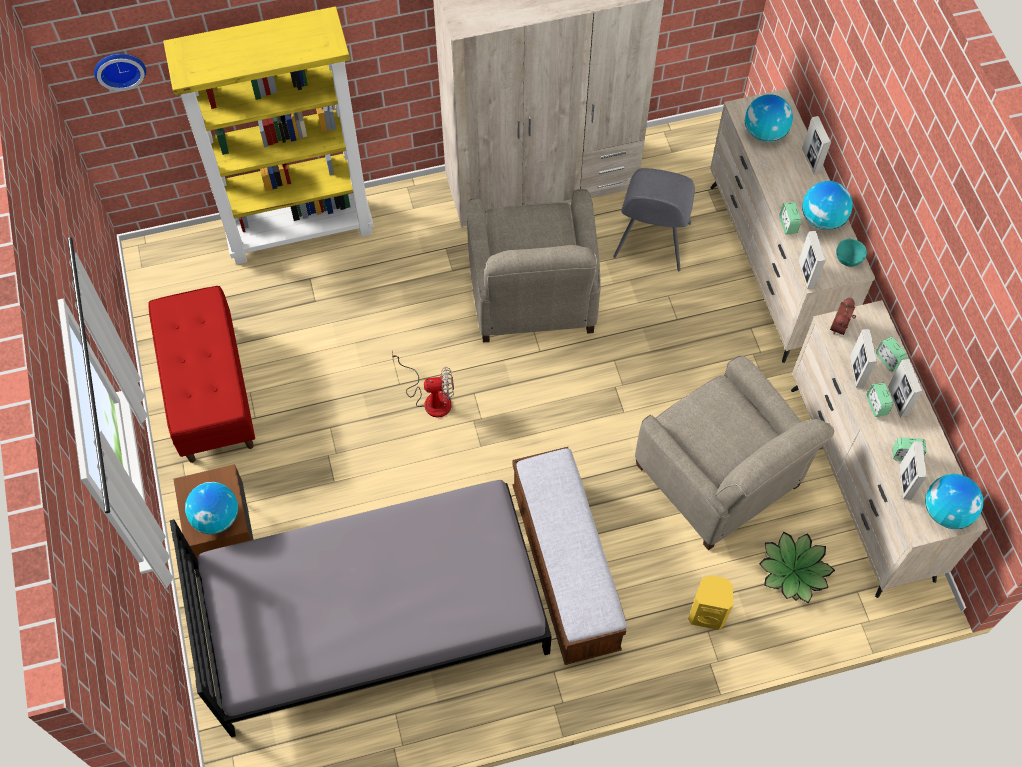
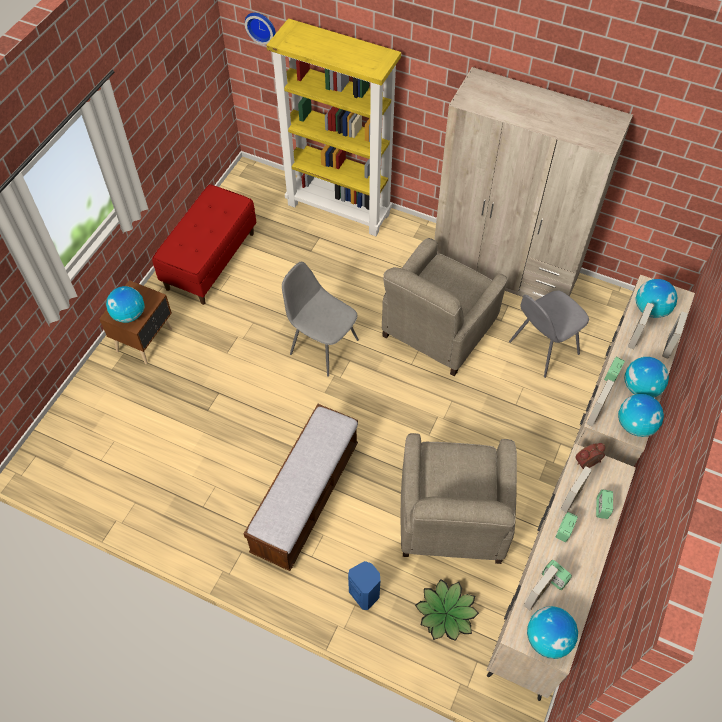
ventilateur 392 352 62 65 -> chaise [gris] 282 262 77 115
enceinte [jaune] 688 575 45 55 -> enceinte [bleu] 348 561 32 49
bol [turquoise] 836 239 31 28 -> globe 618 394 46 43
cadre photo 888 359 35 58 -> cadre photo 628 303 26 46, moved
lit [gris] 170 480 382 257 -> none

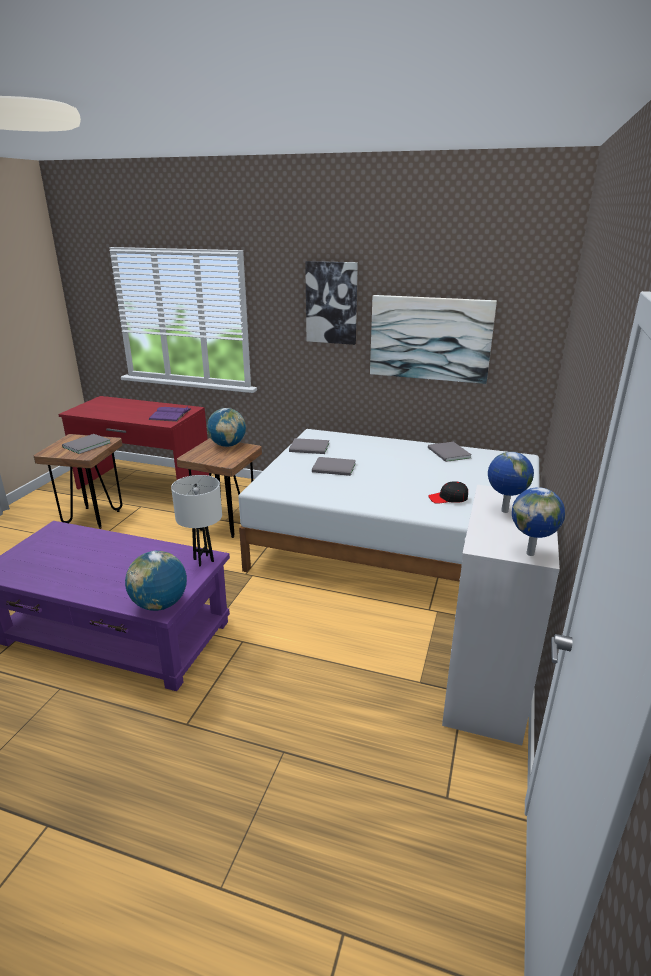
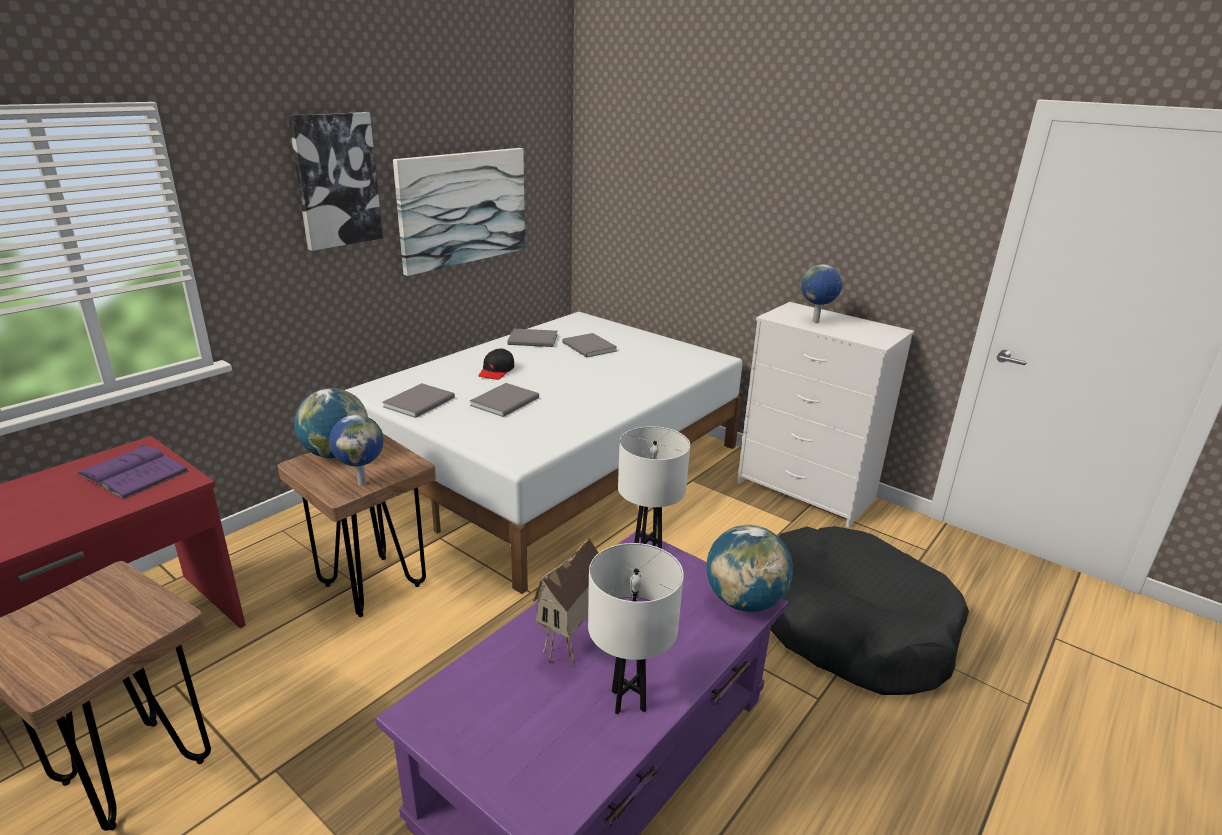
globe 512 487 53 69 -> globe 329 415 54 71, moved
casquette [noir] 429 482 39 22 -> casquette [noir] 478 348 36 32, moved
none -> maison miniature 533 537 66 129
livre [gris] 62 434 48 20 -> livre [gris] 562 333 55 25, moved
none -> lampe de table [blanc] 588 543 96 171
none -> panier pour chien [noir] 771 526 198 169

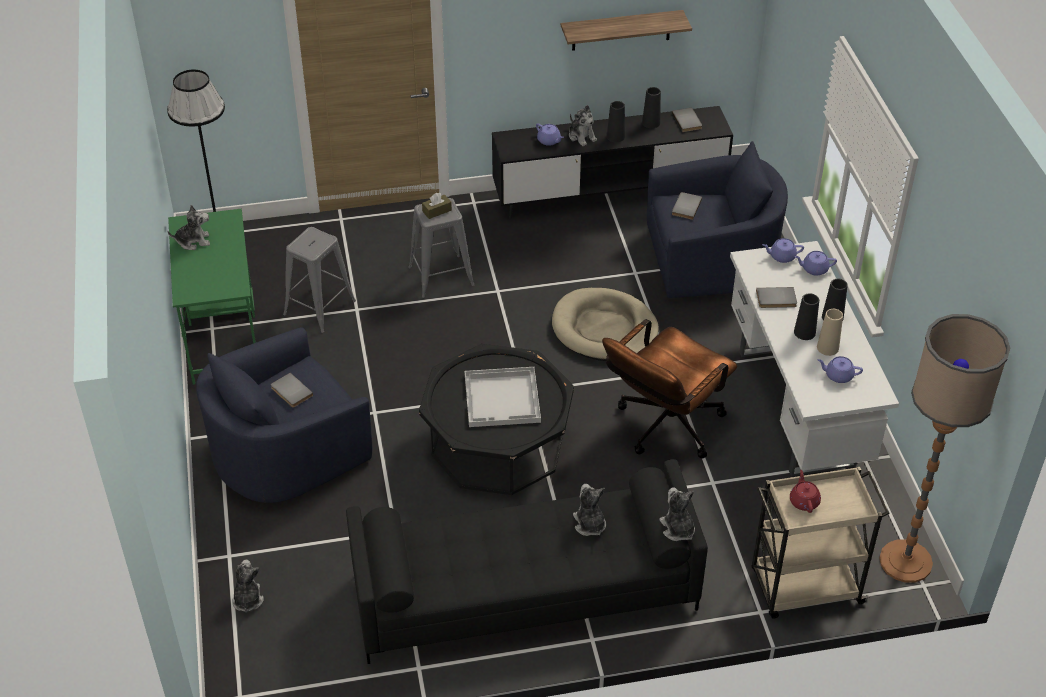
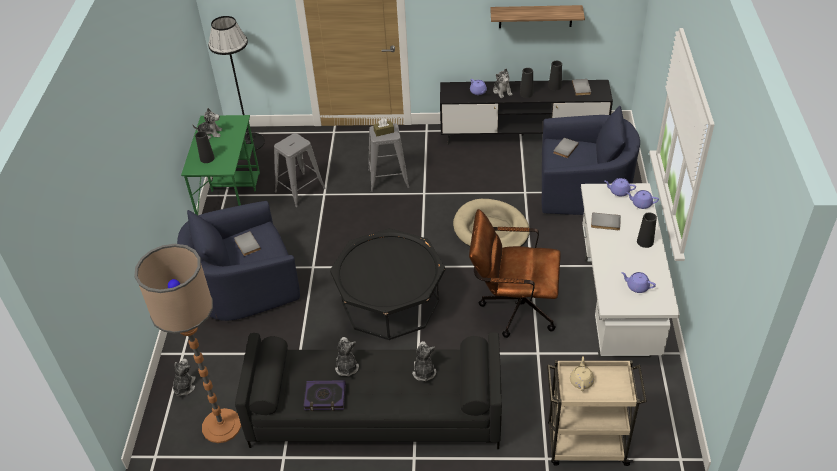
lampadaire 879 314 131 269 -> lampadaire 134 244 107 199, moved
vase [noir] 794 293 25 47 -> vase [noir] 195 131 20 32, moved
none -> livre 303 380 43 31
peluche 659 487 36 54 -> peluche 335 337 24 40, moved
chaise de bureau [marron] 602 319 135 139 -> chaise de bureau [marron] 469 209 92 129, 45 degrees clockwise
théière [rouge] 790 470 31 43 -> théière [beige] 570 356 24 35
plateau [blanc] 465 367 76 60 -> none
vase [beige] 817 309 26 47 -> none

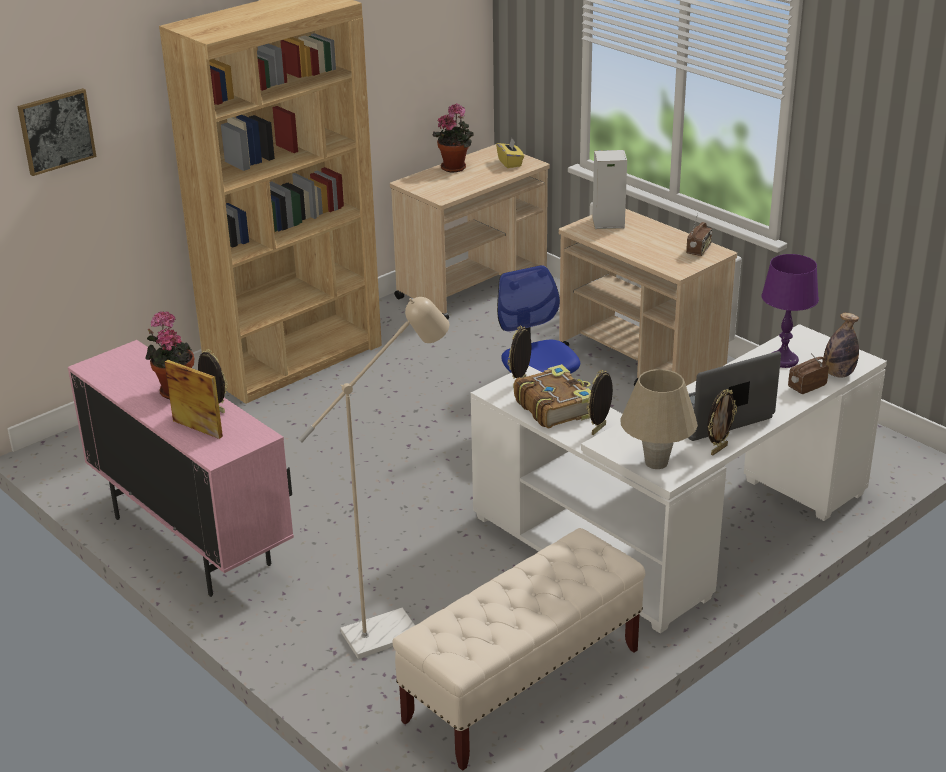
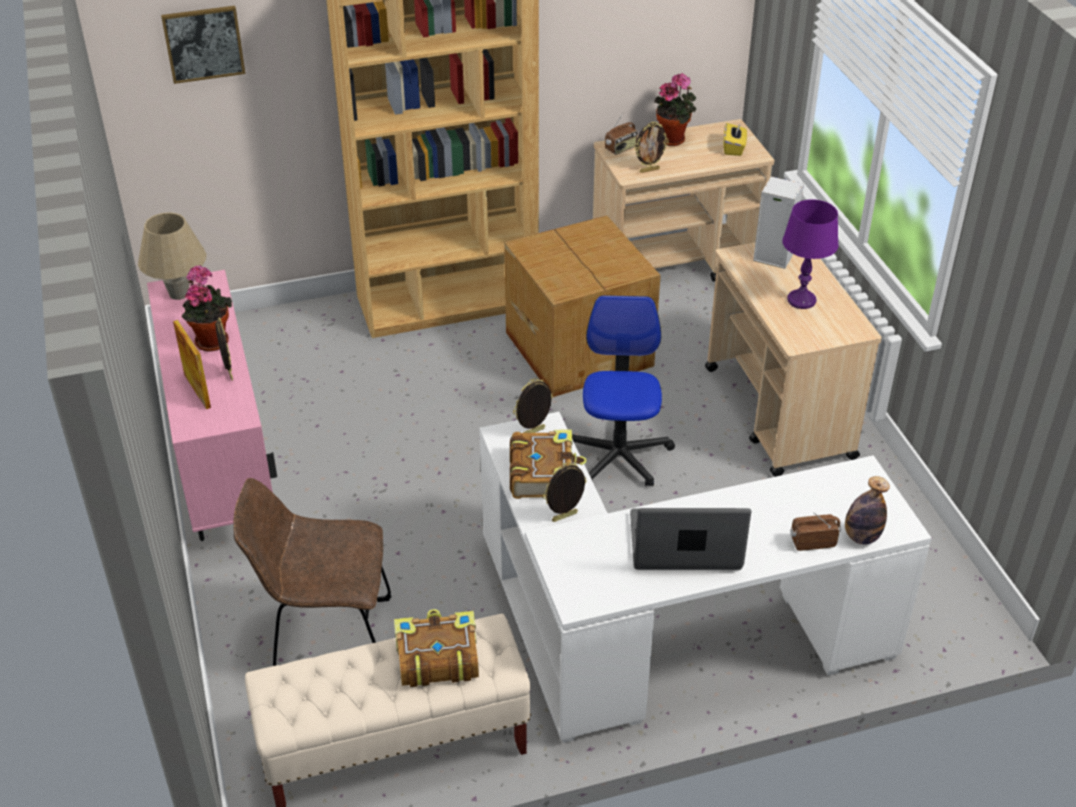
lampe de table [beige] 620 369 78 100 -> lampe de table [beige] 138 212 68 88, moved
lampadaire [beige] 298 297 151 362 -> chaise [marron] 234 478 157 188
none -> livre 394 609 85 78
none -> carton 504 215 157 182
radio 686 213 26 43 -> radio 605 114 33 41, moved
cadre photo 708 389 29 67 -> cadre photo 634 122 35 51, moved
lampe de table [violet] 762 254 57 114 -> lampe de table [violet] 782 199 57 110, moved

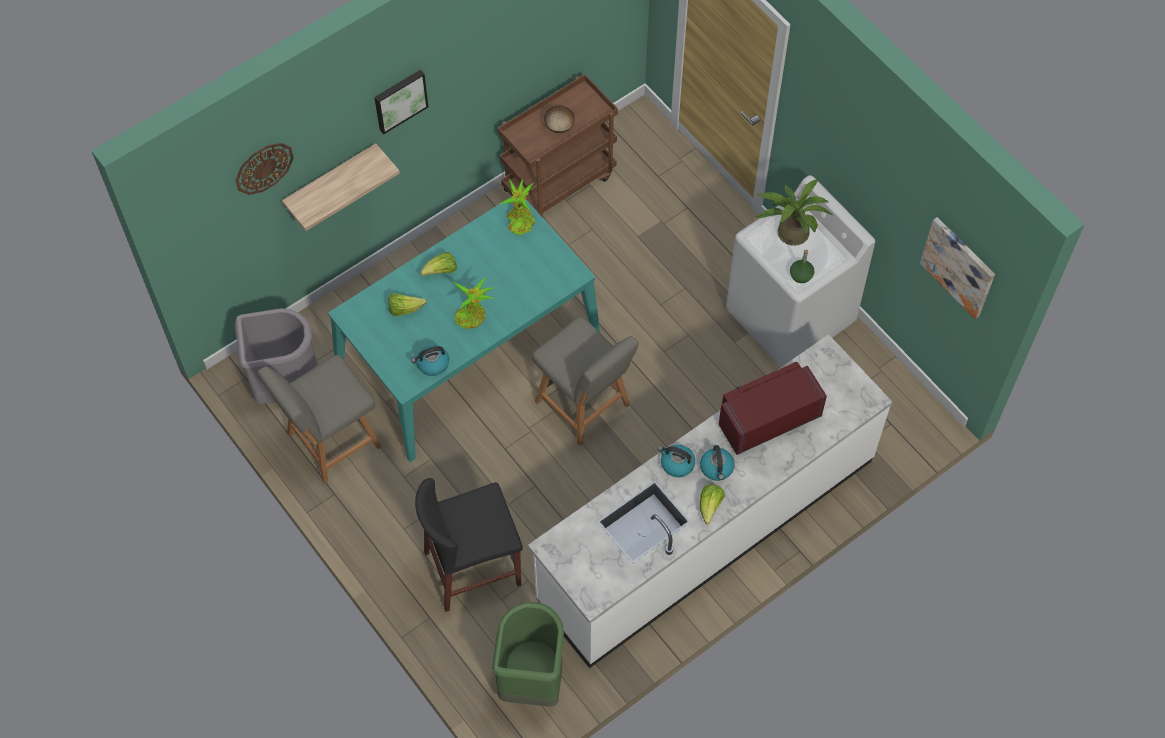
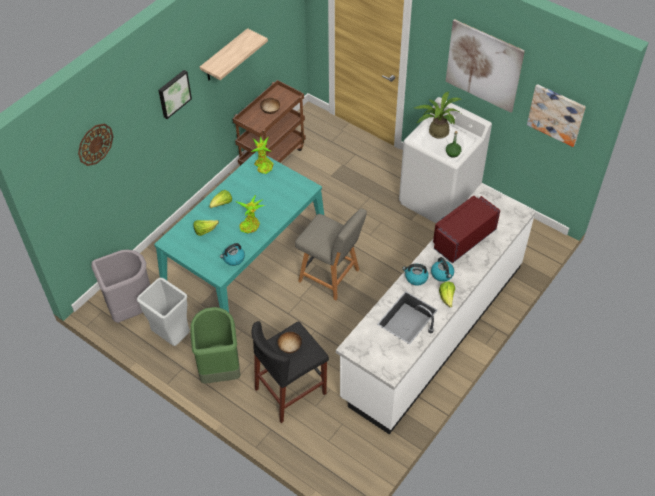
chaise [gris] 258 355 124 128 -> poubelle [gris] 137 278 53 68
poubelle [vert] 492 602 72 105 -> poubelle [vert] 190 307 50 77, moved
étagère 282 143 118 88 -> étagère 200 28 68 52, moved
none -> bol 277 332 25 21
none -> tableau 445 19 80 94

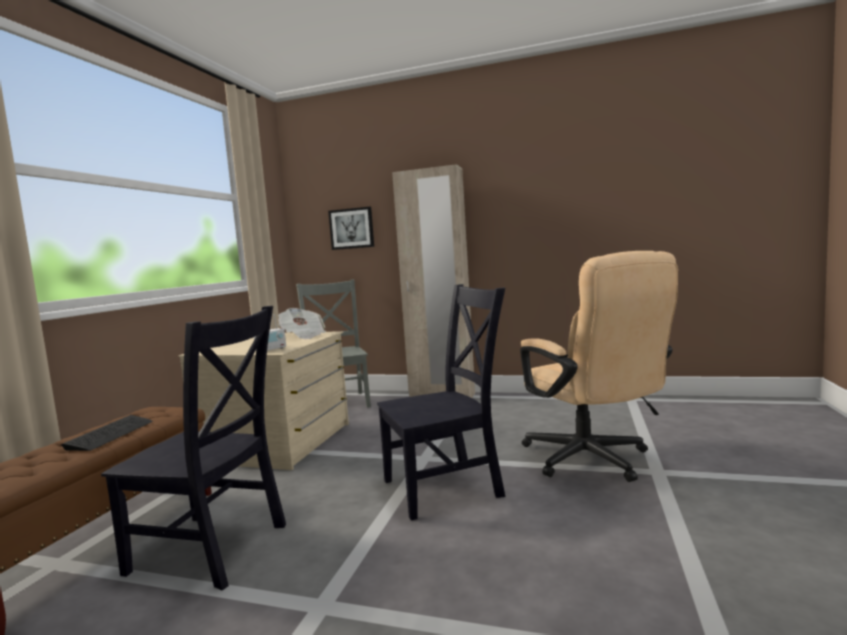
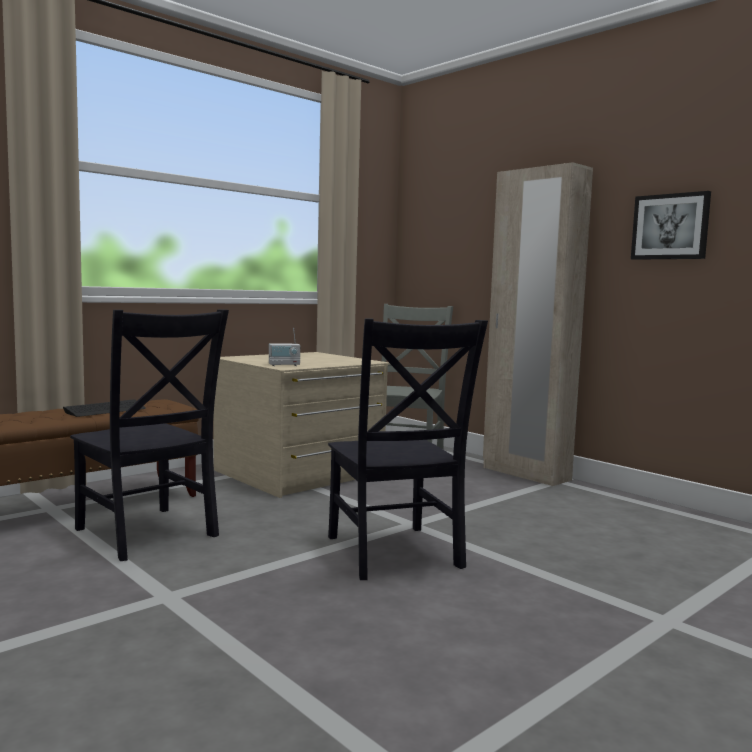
chaise [noir] 377 284 128 236 -> chaise [noir] 328 318 160 262, 60 degrees clockwise
tableau 328 207 46 43 -> tableau 631 191 80 69, moved
journal 278 308 48 31 -> none
chaise de bureau [beige] 520 251 158 231 -> none

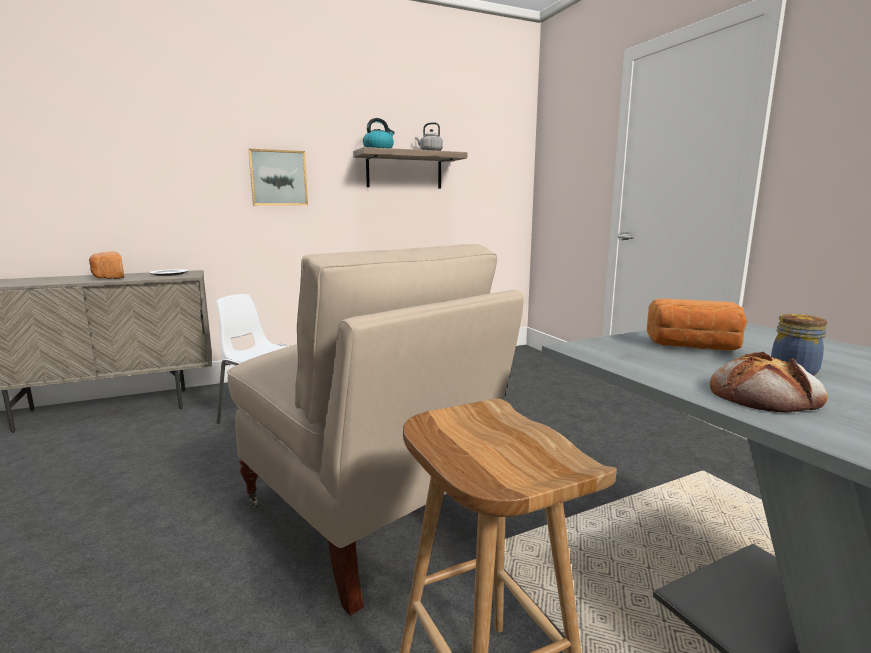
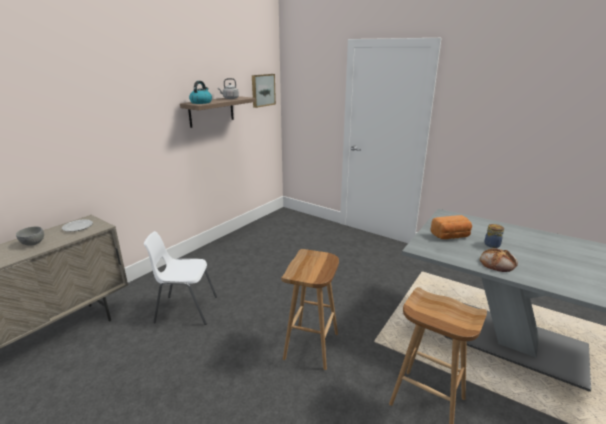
pain 89 251 35 28 -> bol [gris] 16 226 28 19
tableau 248 149 60 57 -> tableau 252 74 24 34, moved
chaise [beige] 227 244 297 372 -> tabouret [marron] 281 249 58 121

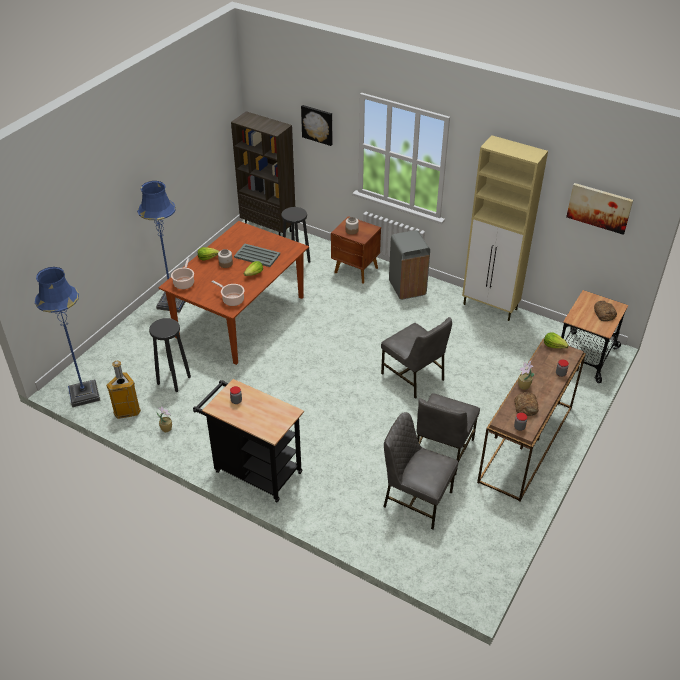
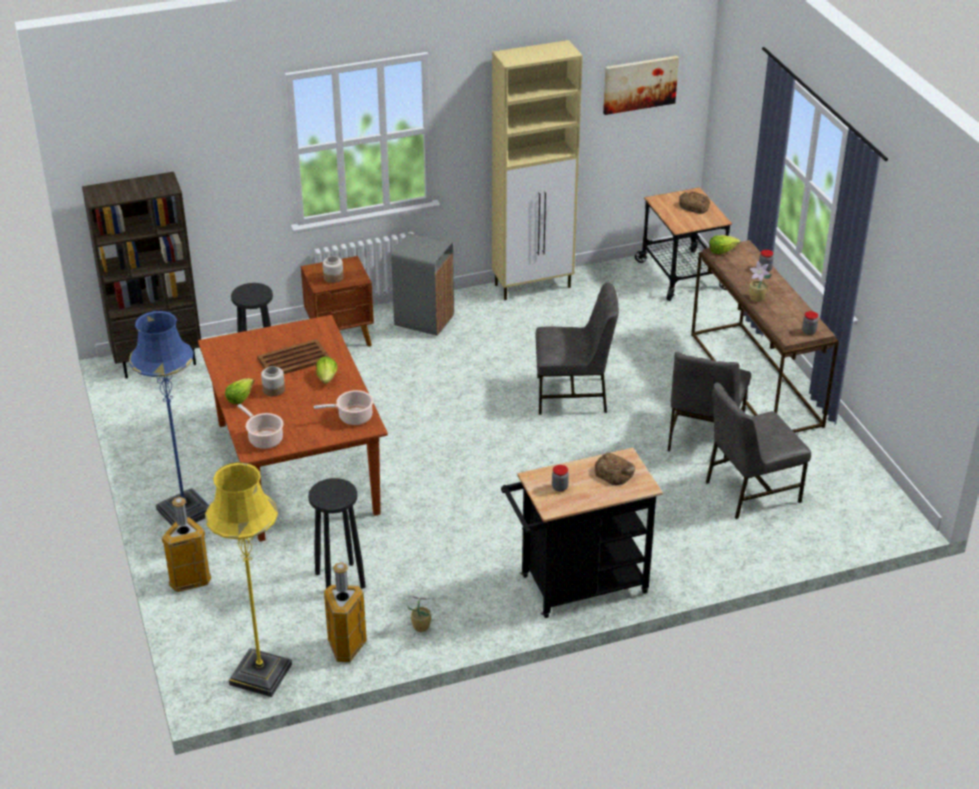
none -> poubelle 161 497 50 95
lampadaire [bleu] 35 267 65 140 -> lampadaire [jaune] 205 462 87 235
plateau [gris] 234 244 46 23 -> plateau [marron] 257 339 73 35
pain 514 392 24 24 -> pain 595 453 40 32, moved
chaise [gris] 417 393 63 83 -> chaise [gris] 668 352 83 111, 45 degrees clockwise
tableau 301 105 31 41 -> none

